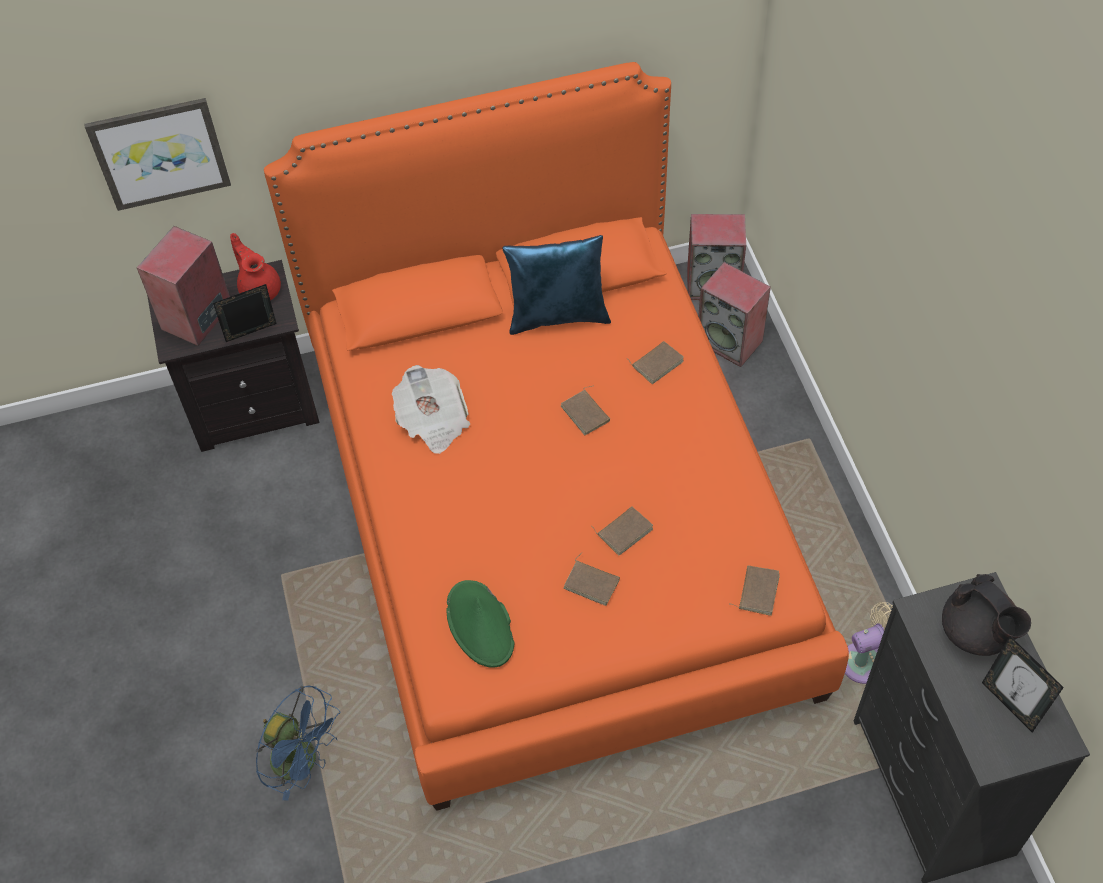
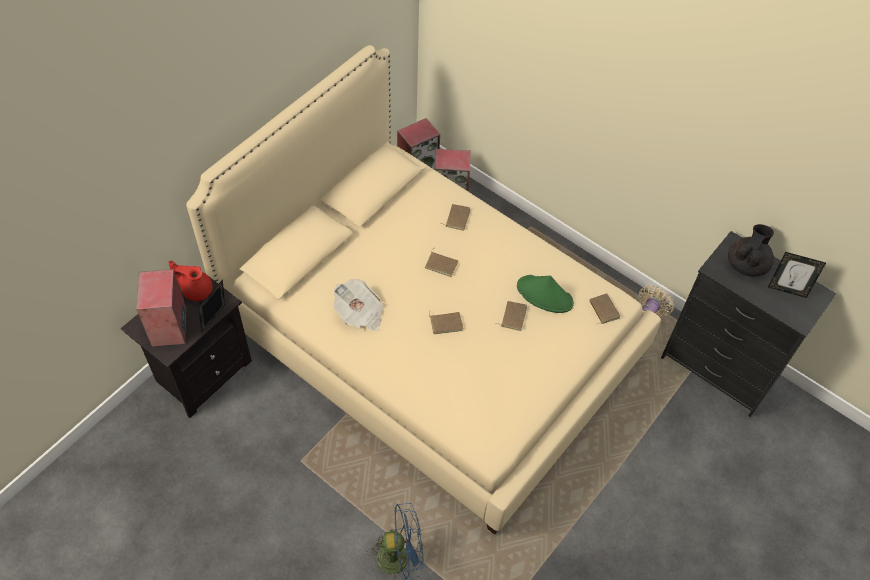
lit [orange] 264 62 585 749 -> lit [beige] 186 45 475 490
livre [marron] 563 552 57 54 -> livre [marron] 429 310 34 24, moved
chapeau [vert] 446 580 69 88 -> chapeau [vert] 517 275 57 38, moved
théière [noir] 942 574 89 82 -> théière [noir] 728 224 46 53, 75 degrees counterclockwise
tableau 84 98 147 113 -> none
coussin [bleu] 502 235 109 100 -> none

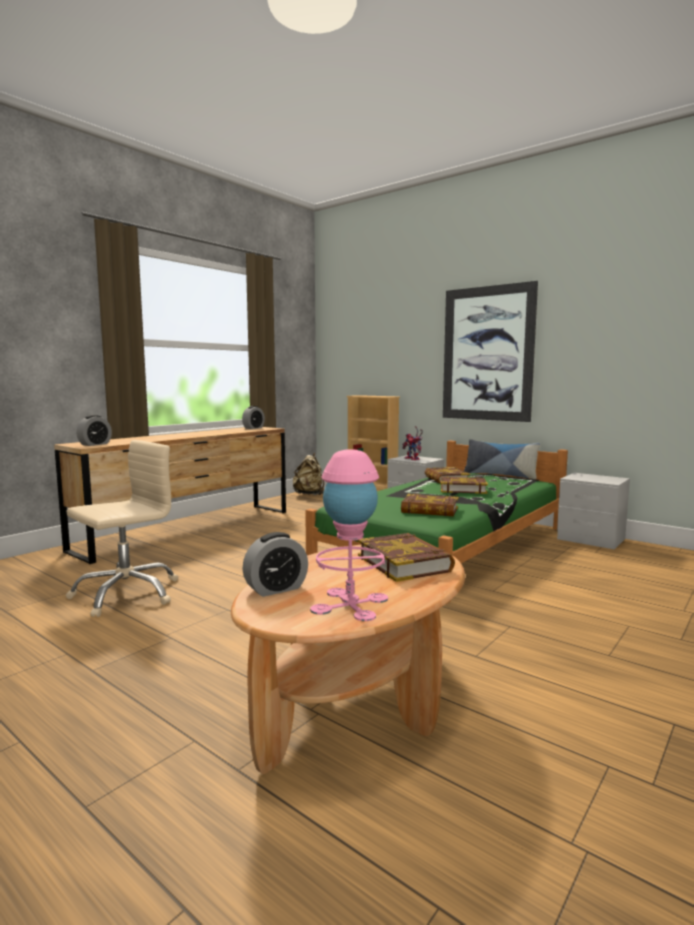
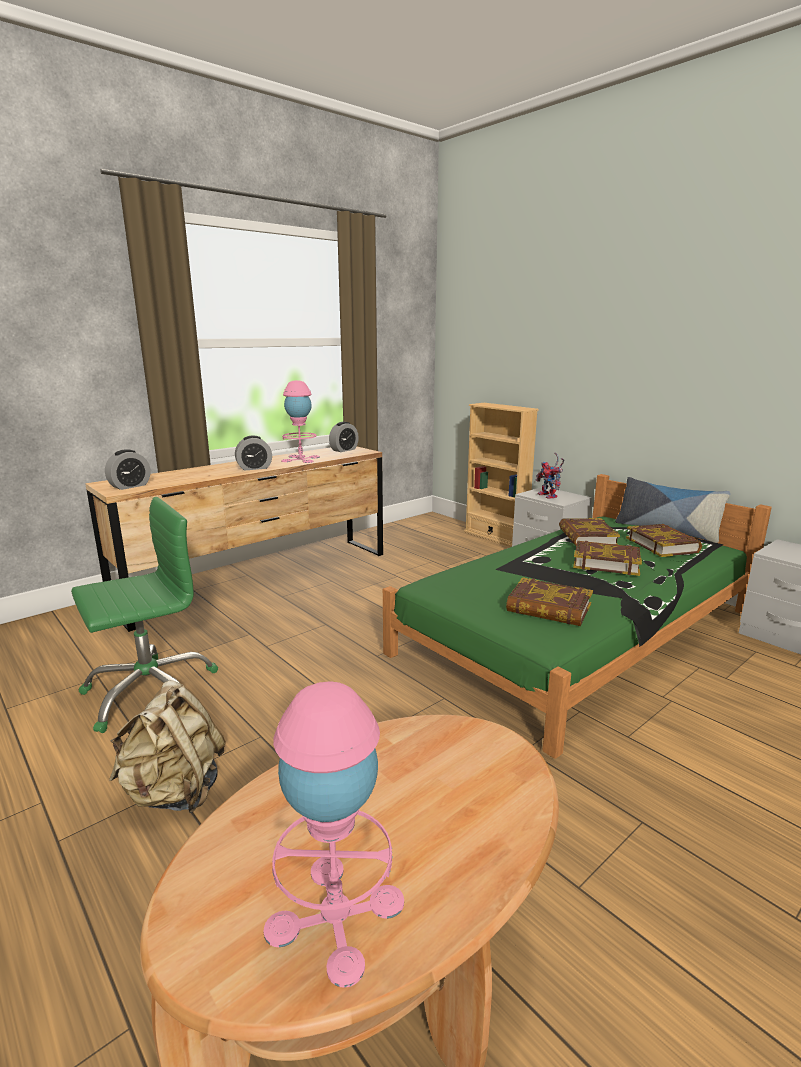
chaise de bureau [beige] 66 440 112 177 -> chaise de bureau [vert] 71 497 147 236
sac à dos [beige] 293 453 31 42 -> sac à dos [beige] 109 681 117 132, moved
réveil 242 532 66 65 -> réveil 235 436 37 35, moved
none -> lampe de table [rose] 281 380 39 83
livre 358 533 97 49 -> livre 626 524 76 33, moved
tableau 443 281 95 141 -> none

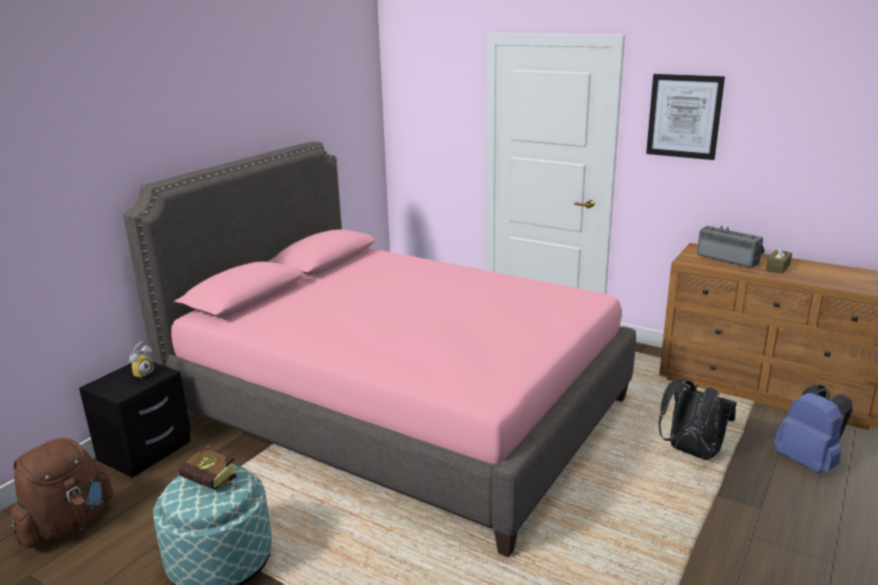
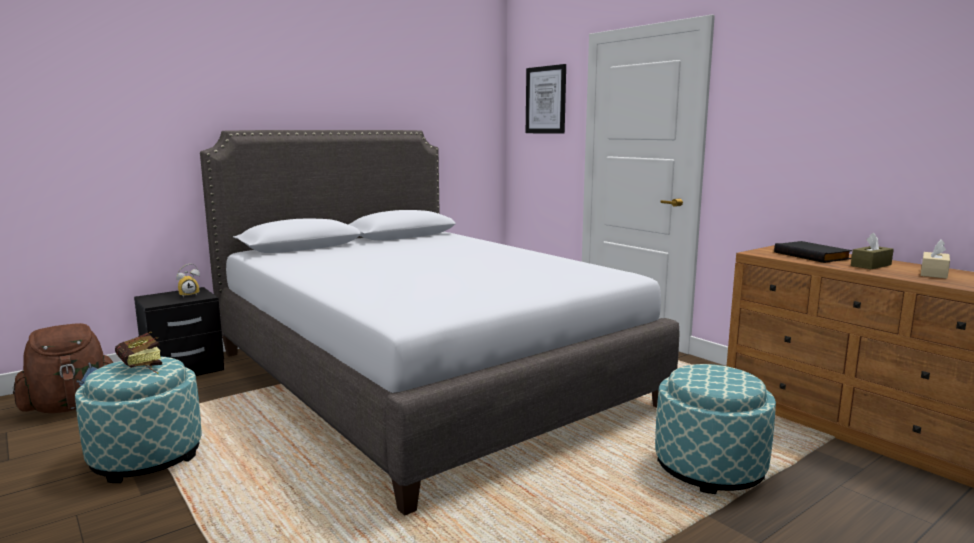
lit [rose] 123 141 513 417 -> lit [gris] 200 130 479 386
tableau 646 74 79 86 -> tableau 526 64 40 70, moved
sac à dos [noir] 658 379 78 81 -> pouf 655 364 121 130
radio 697 226 68 42 -> livre [noir] 774 241 78 22
none -> boîte à mouchoirs [beige] 921 239 29 40
sac à dos [bleu] 774 385 79 88 -> none

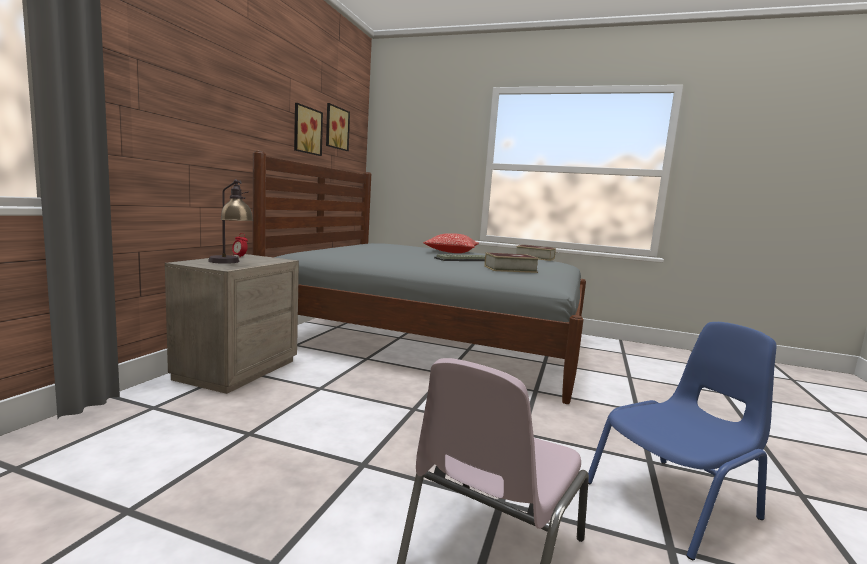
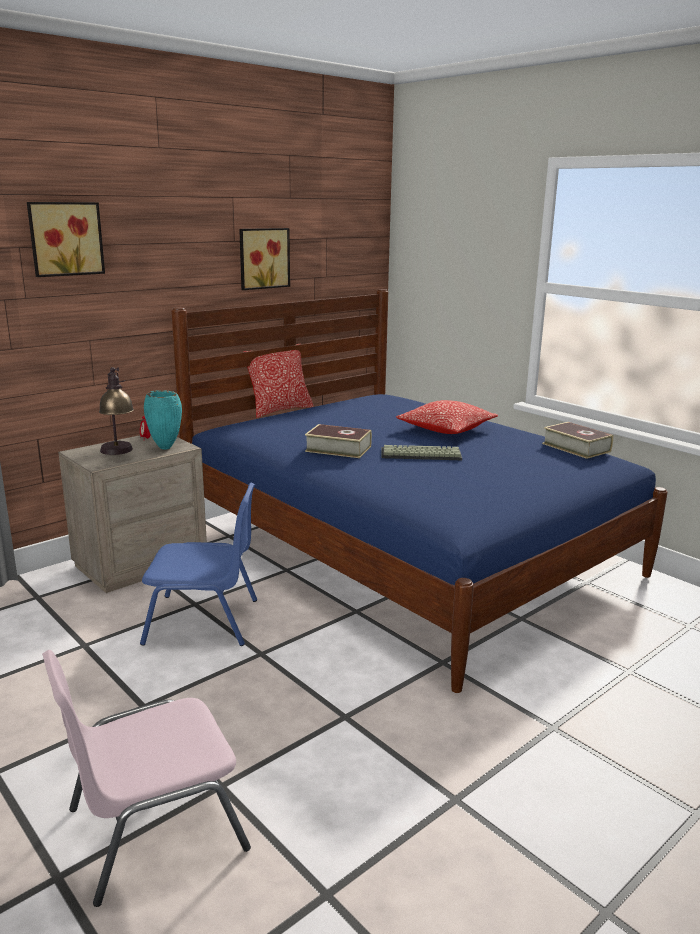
tableau 326 103 24 48 -> tableau 27 202 78 75, moved
chaise [bleu] 588 322 189 238 -> chaise [bleu] 140 483 117 163, moved
none -> vase [turquoise] 144 390 38 60
lit [gris] 252 151 334 253 -> lit [bleu] 171 289 497 404
none -> coussin 243 344 70 74
livre 484 253 55 20 -> livre 305 424 67 34, moved

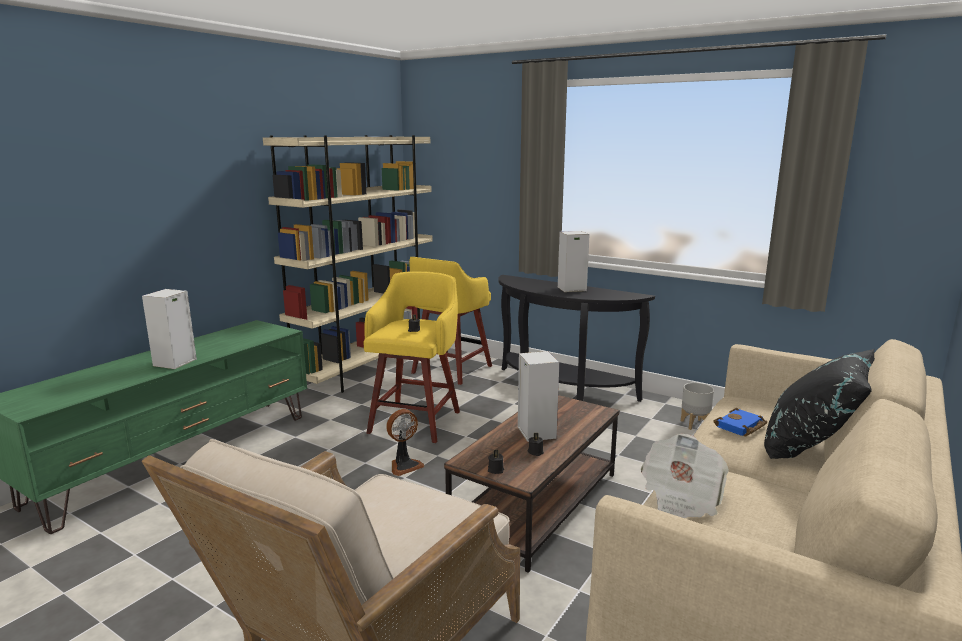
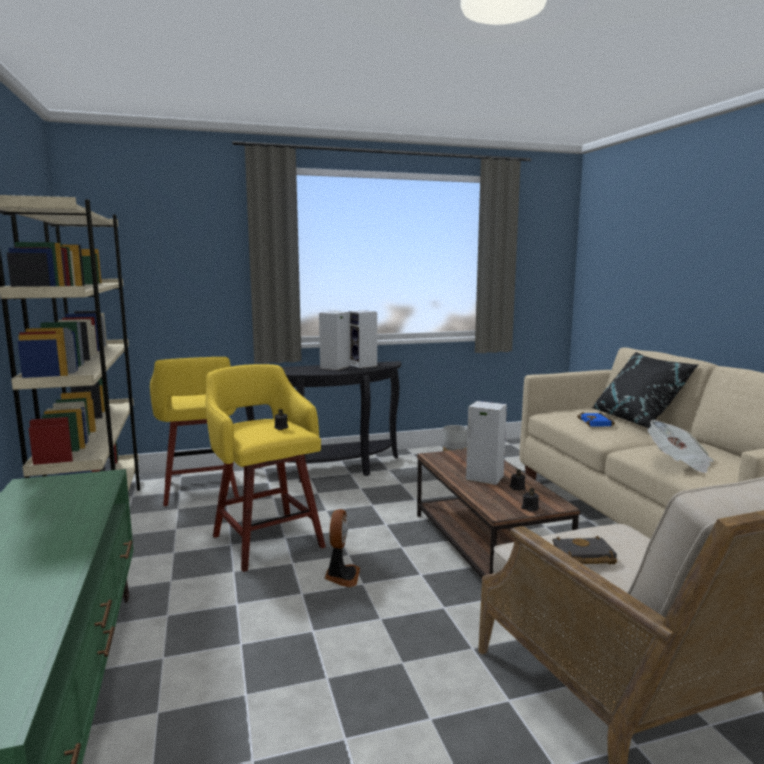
enceinte 142 289 55 80 -> enceinte 348 310 29 58, moved
none -> livre [noir] 552 536 65 28

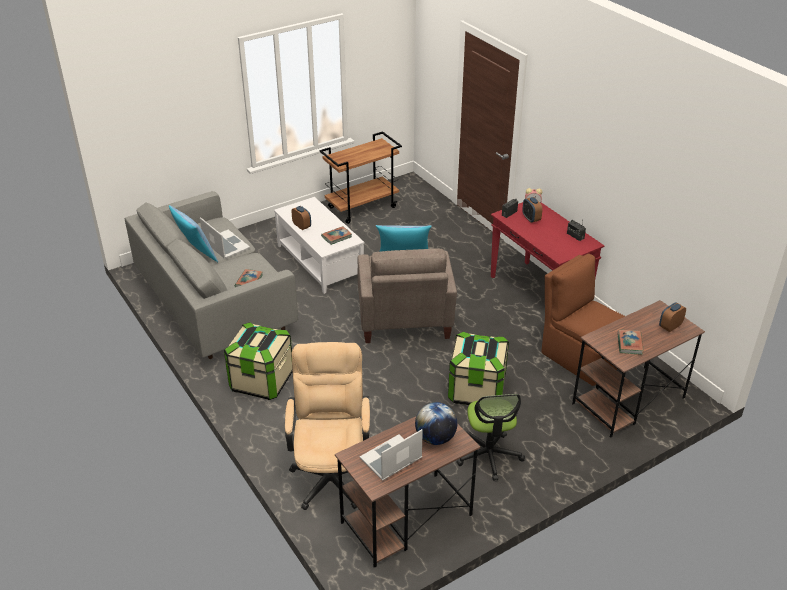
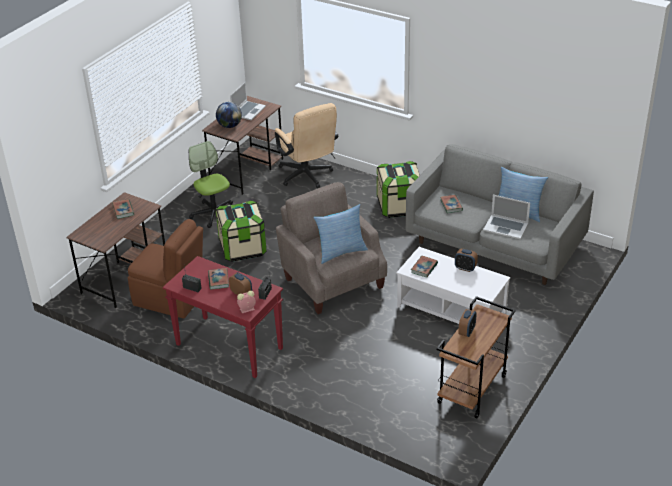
none -> livre 208 268 21 22
réveil 659 302 27 30 -> réveil 458 309 19 28, moved

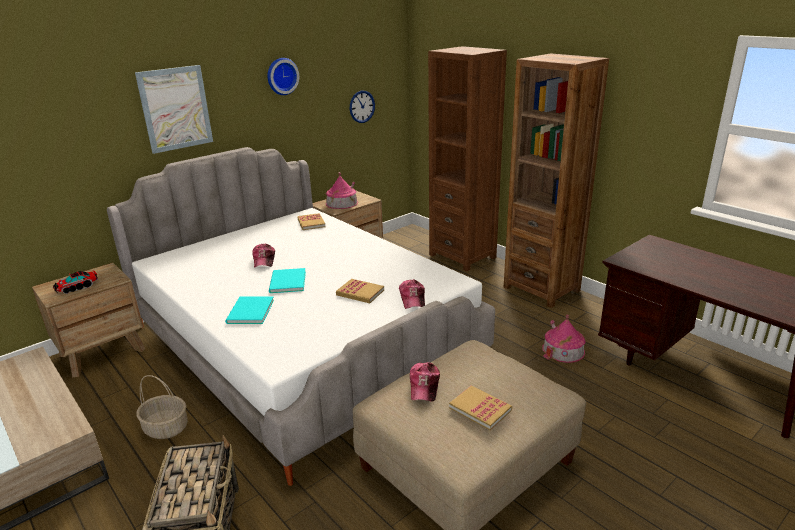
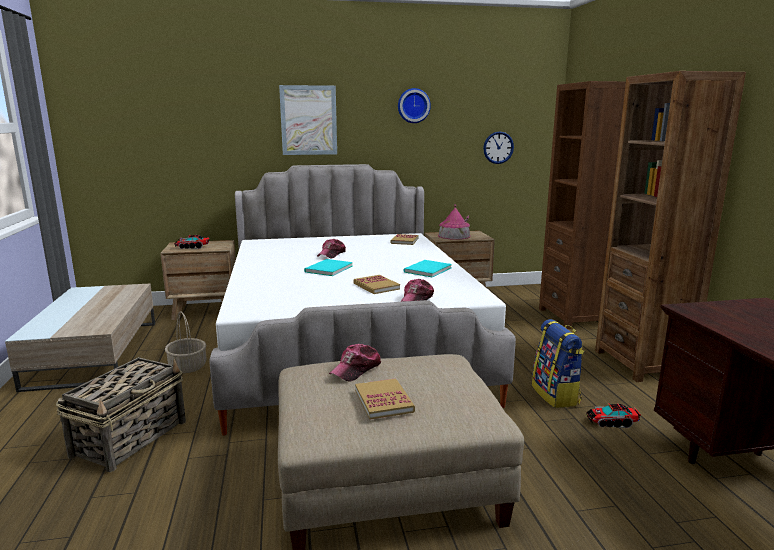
livre [turquoise] 225 297 49 27 -> livre [turquoise] 404 260 48 17, moved
none -> sac à dos 532 319 52 89
maison miniature 542 315 43 48 -> camion jouet 586 403 55 25

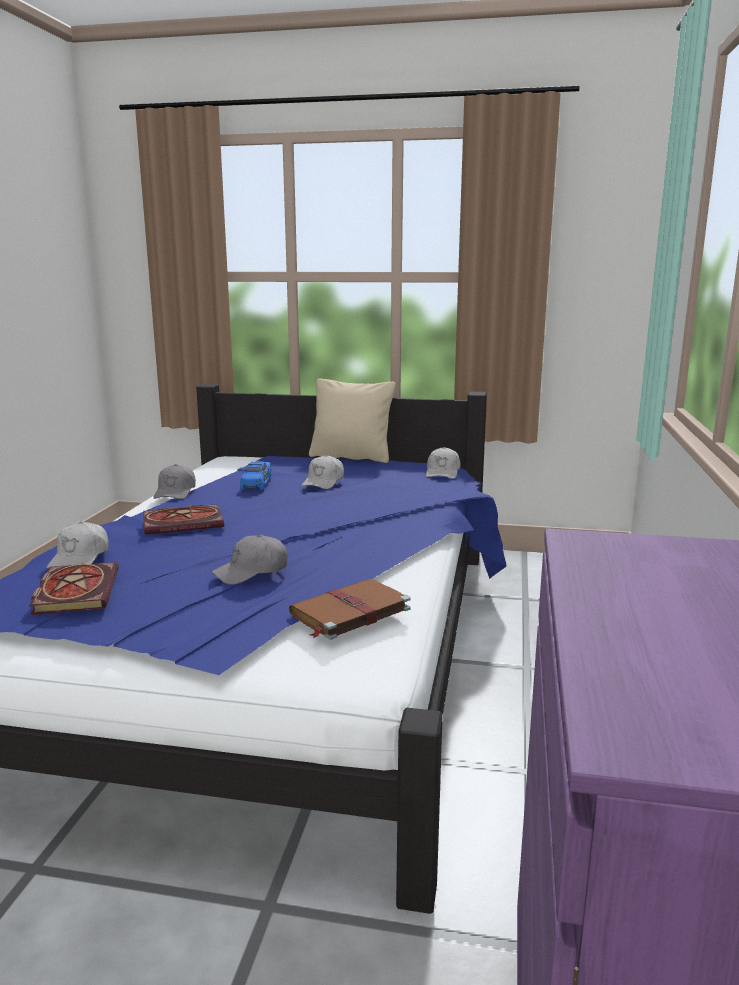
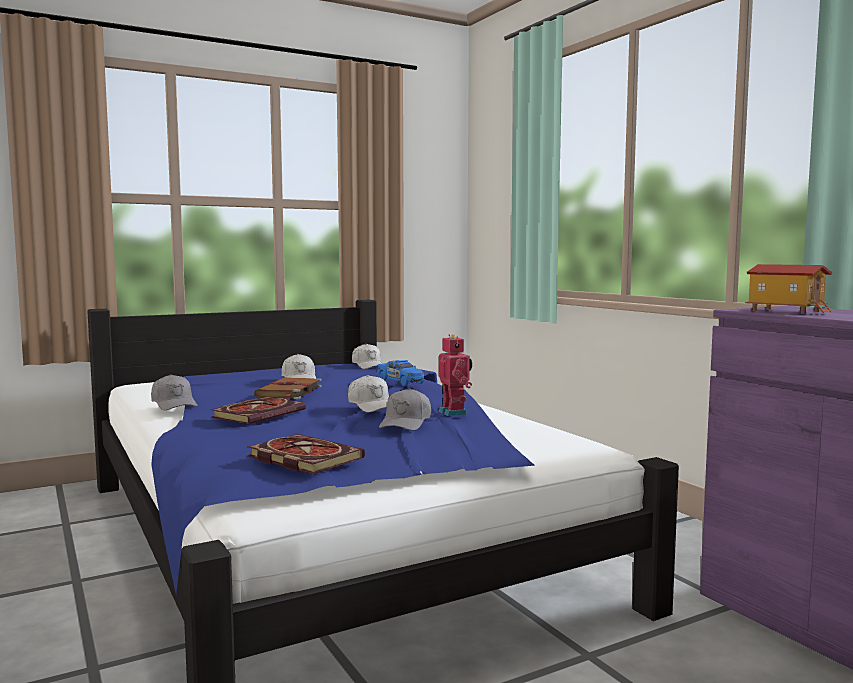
livre [marron] 289 579 122 61 -> livre [marron] 254 378 68 22, moved
casquette [blanc] 47 521 62 47 -> casquette [blanc] 348 375 41 38, moved
petite voiture [bleu] 240 461 31 29 -> petite voiture [bleu] 377 360 47 26, moved
none -> robot jouet 439 334 33 82
none -> maison miniature 745 264 87 50
coussin [beige] 309 378 87 85 -> none

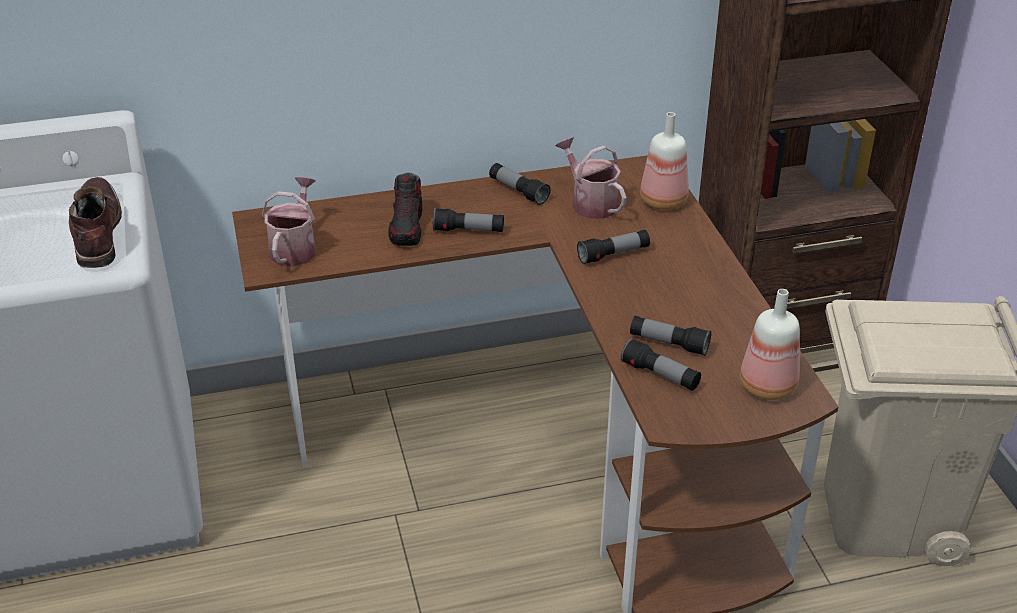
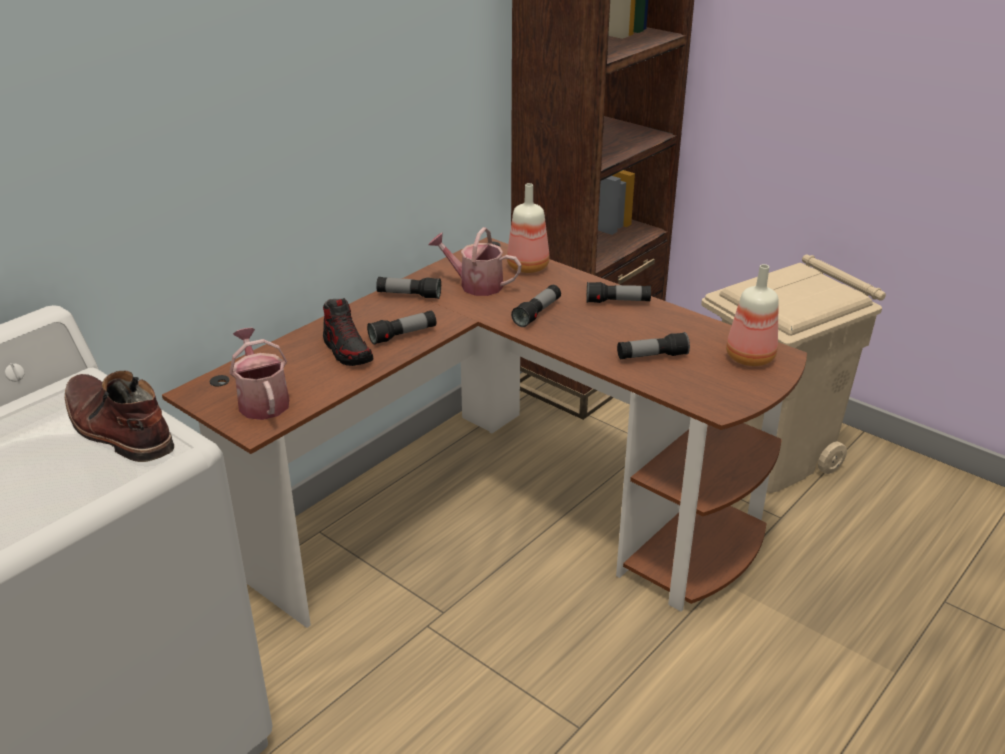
lampe de poche 621 338 80 53 -> lampe de poche 586 282 65 21, moved

